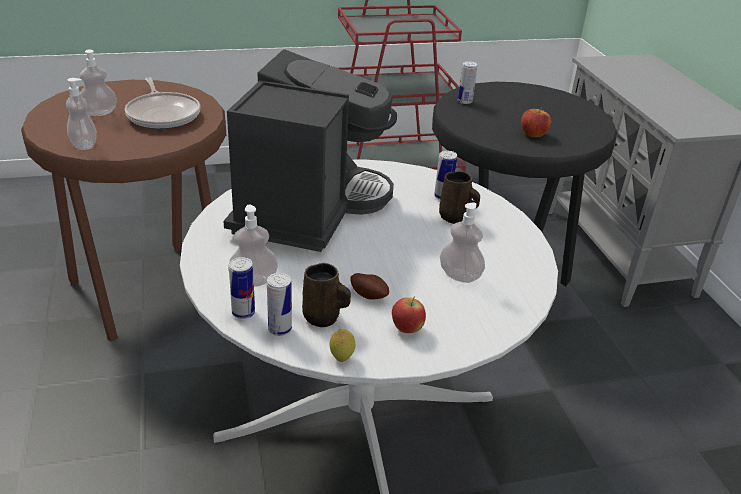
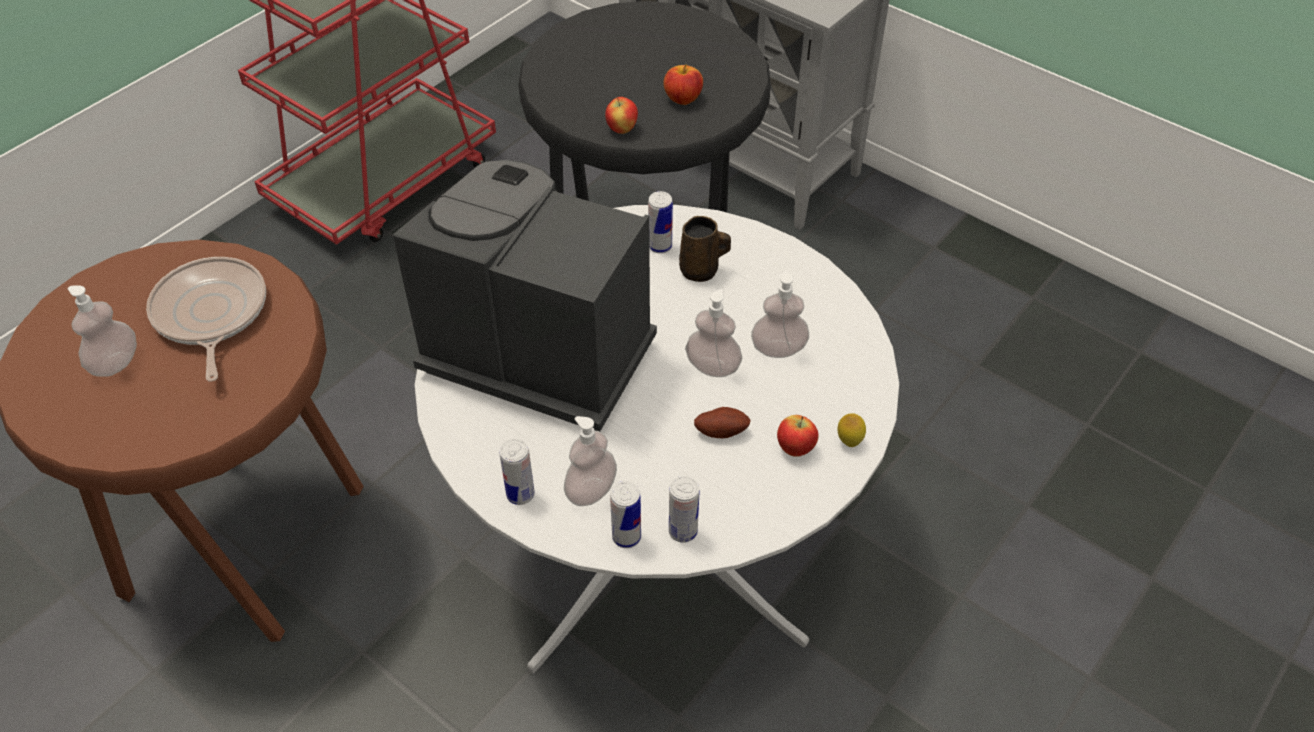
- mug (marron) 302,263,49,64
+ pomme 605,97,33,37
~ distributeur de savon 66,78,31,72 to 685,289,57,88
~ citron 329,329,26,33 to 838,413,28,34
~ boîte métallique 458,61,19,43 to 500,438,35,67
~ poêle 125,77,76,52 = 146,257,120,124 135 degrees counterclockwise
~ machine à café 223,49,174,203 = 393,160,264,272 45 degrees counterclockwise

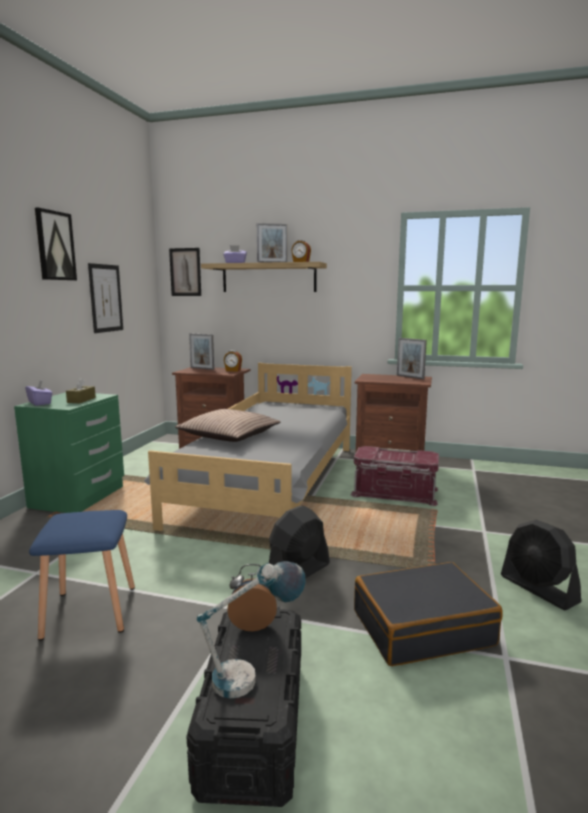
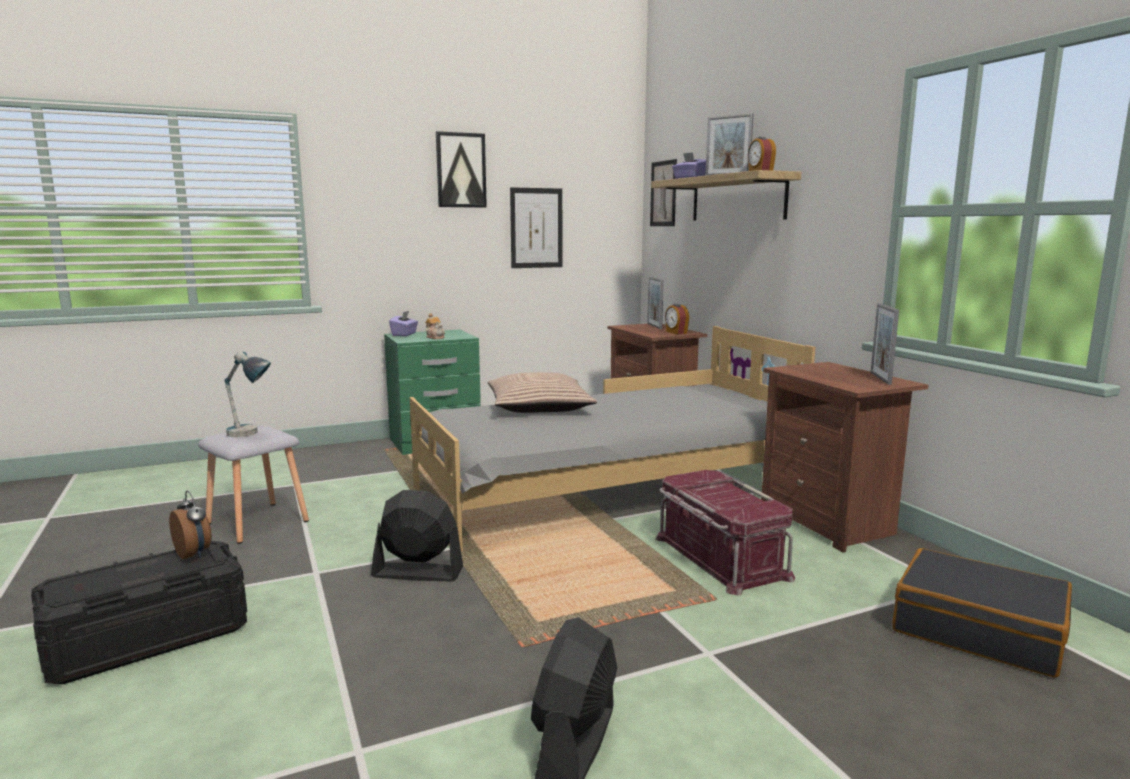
~ lampe de table 197,561,109,137 to 225,351,46,86
~ valise (noir) 354,562,149,104 to 892,548,180,130
~ boîte à mouchoirs (marron) 66,377,30,26 to théière 425,313,20,26
~ tabouret (bleu) 29,510,106,130 to tabouret (gris) 198,426,111,118

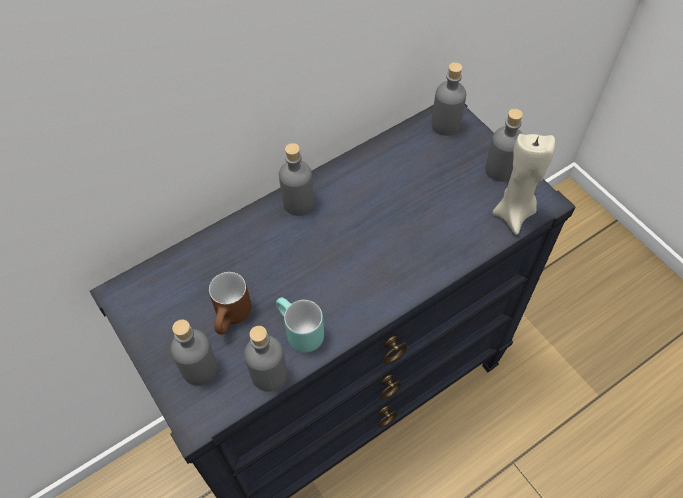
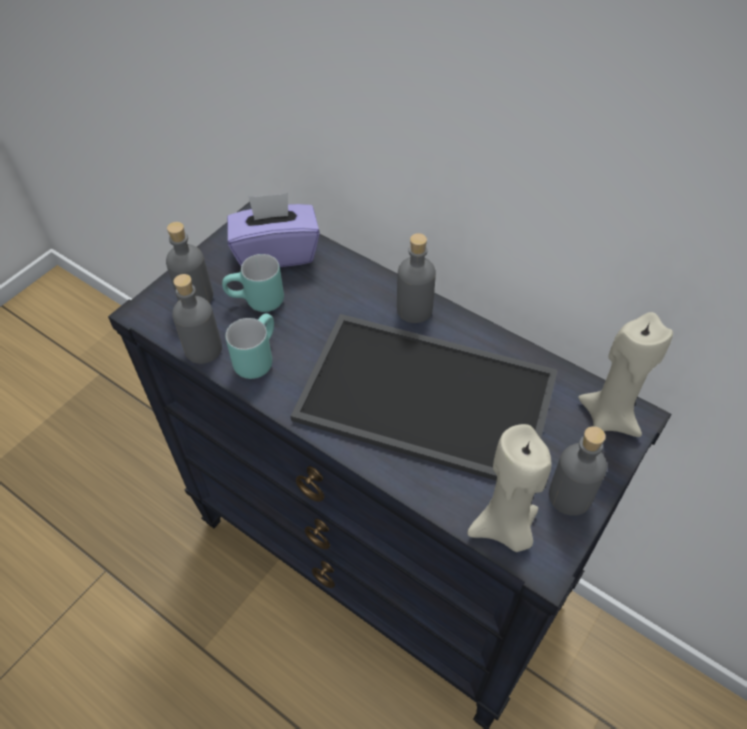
+ boîte à mouchoirs (violet) 227,193,93,74
+ plateau 290,314,268,167
~ bouteille (gris) 431,62,35,74 to bougie (beige) 578,312,95,125
~ mug (marron) 209,272,42,63 to mug (turquoise) 222,254,62,58

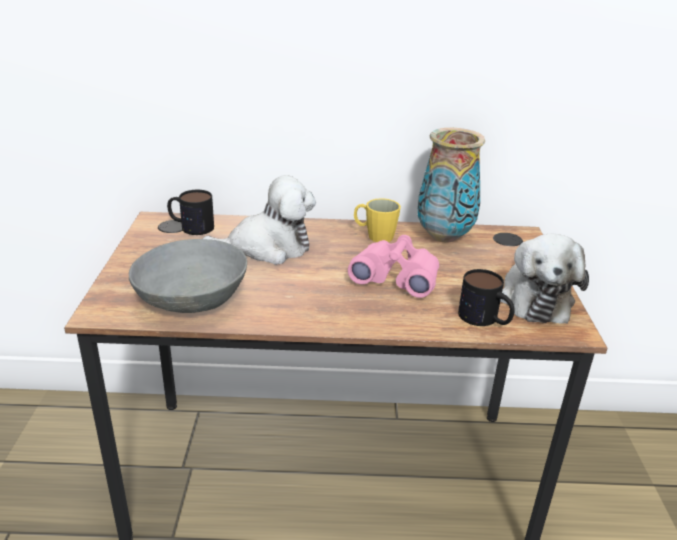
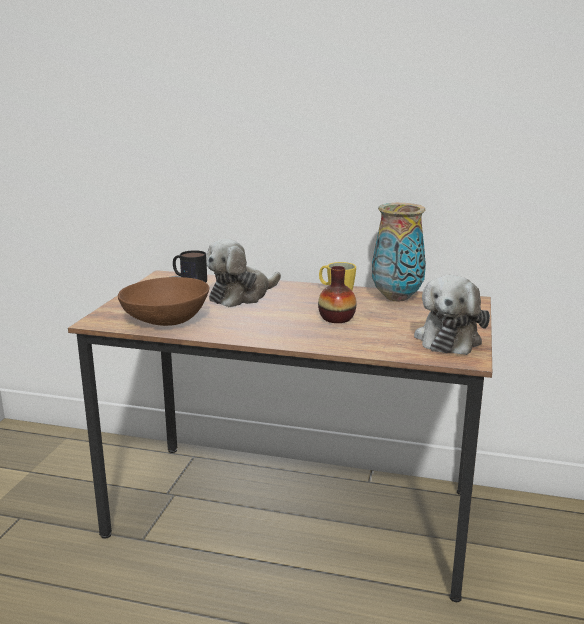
- mug 458,269,57,57
~ jumelles (rose) 348,235,91,63 to vase 318,266,39,57
~ bol (gris) 129,239,118,74 to bol (marron) 118,277,91,49
~ peluche 202,175,114,90 = 206,239,75,68 135 degrees clockwise

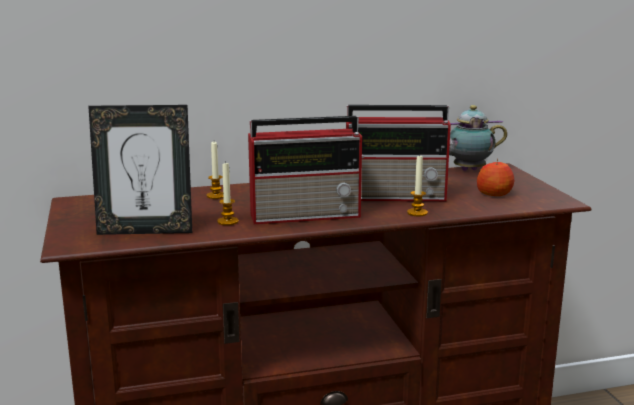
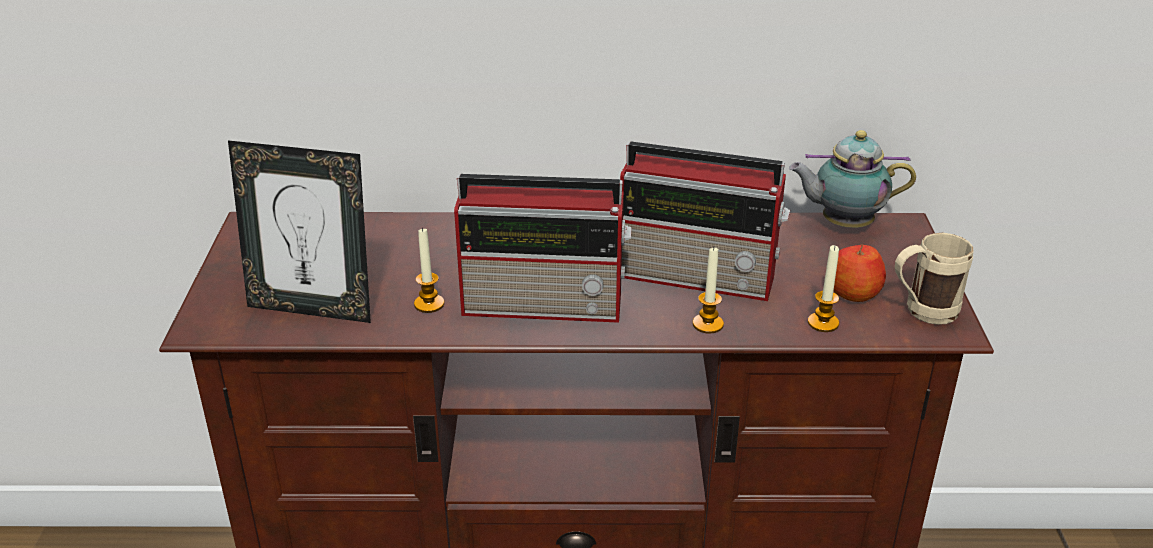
+ mug (beige) 895,233,78,92
~ bougie 207,142,16,57 to 808,245,31,87

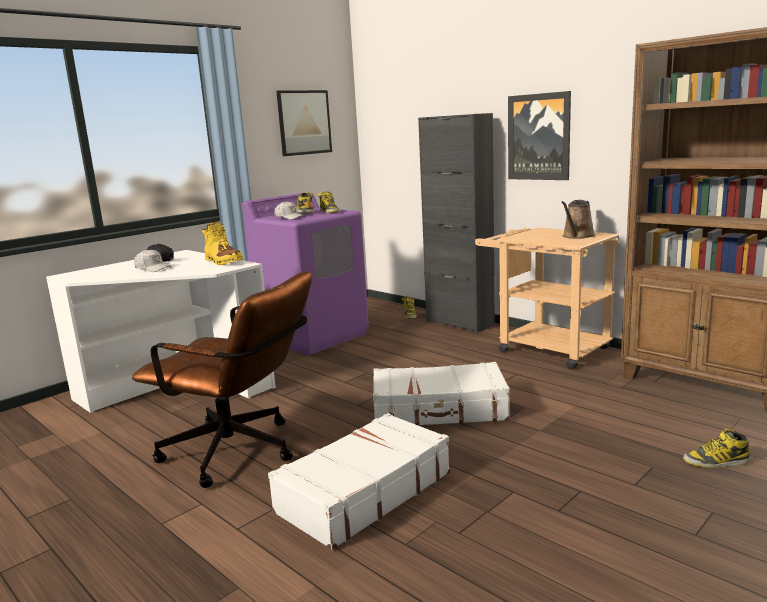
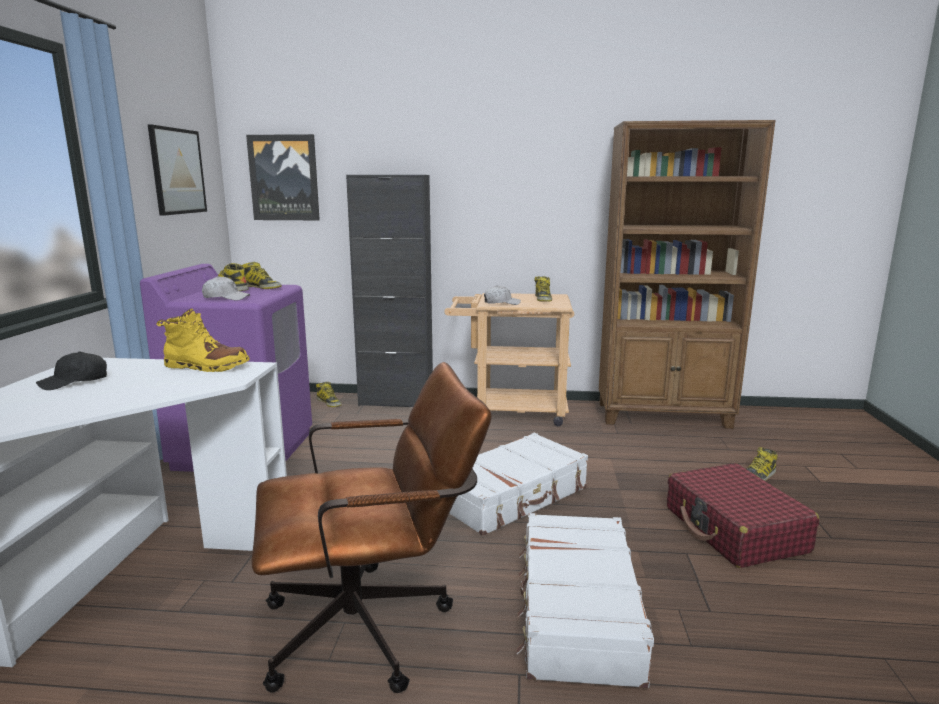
+ valise (rouge) 667,463,152,105
~ casquette (blanc) 134,249,37,23 to 484,285,37,20
~ tableau 508,91,63,89 to 246,134,74,86
~ arrosoir (marron) 561,200,34,39 to botte 534,276,18,26

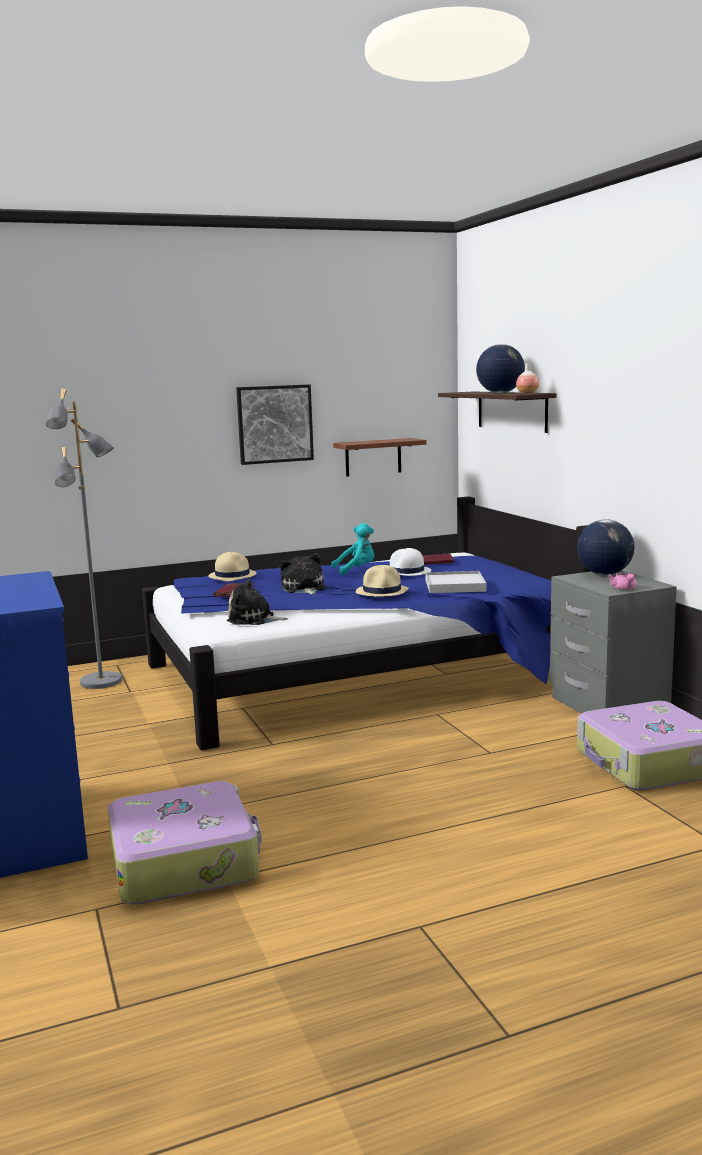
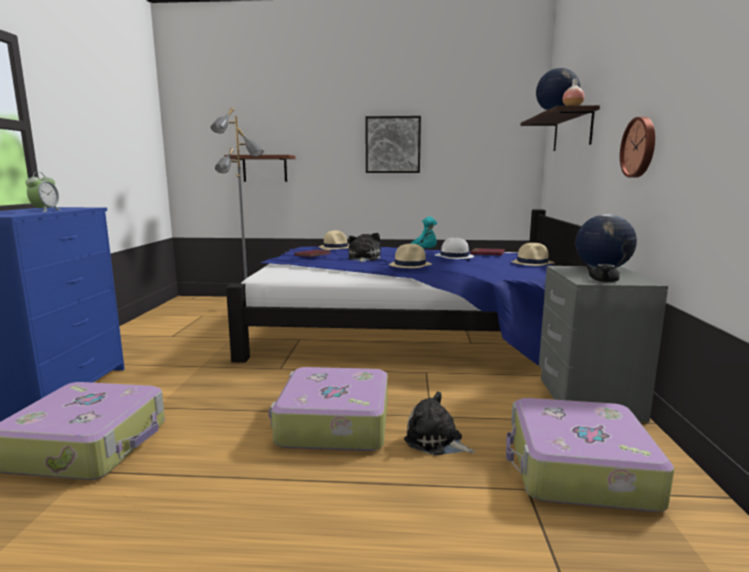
- plateau (blanc) 425,571,61,22
+ réveil 26,172,34,40
+ valise 268,367,120,84
+ chapeau (beige) 511,243,43,23
+ horloge murale 620,117,35,61
~ peluche 227,579,61,46 to 404,392,71,64
~ étagère 333,438,94,39 to 224,155,72,27
~ théière (rose) 608,572,29,18 to théière (noir) 586,264,33,18

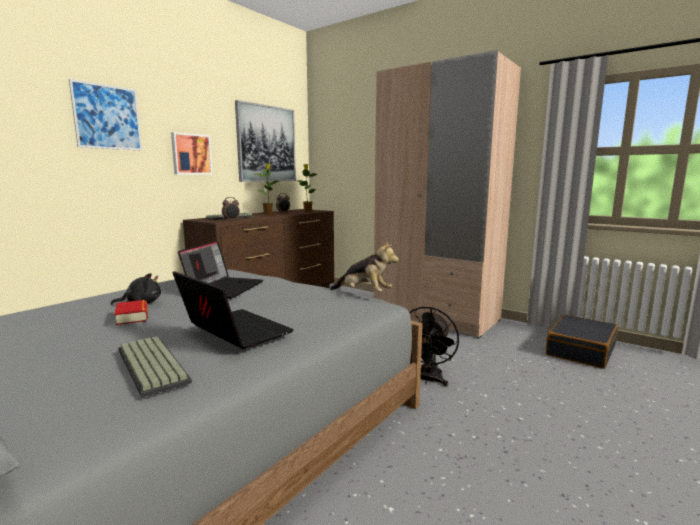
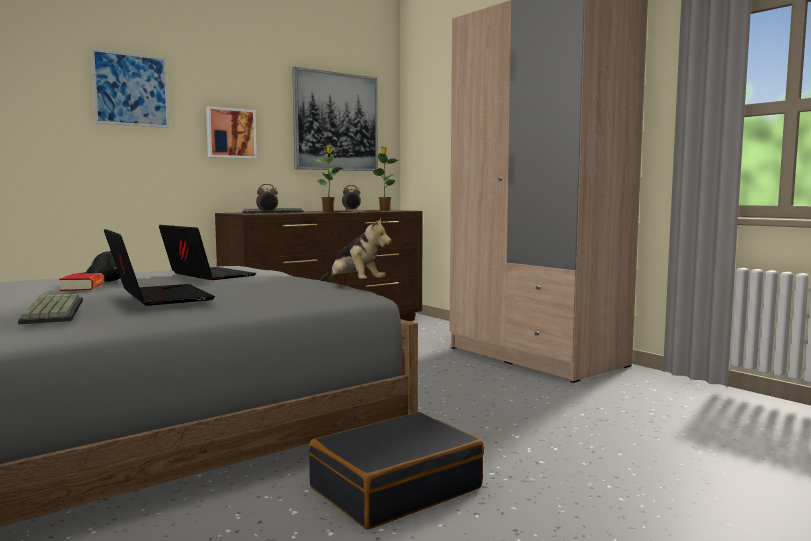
- ventilateur (noir) 409,307,50,80
~ valise (noir) 546,315,72,54 to 309,412,175,118
~ ordinateur portable 178,241,85,58 = 159,225,97,55 75 degrees counterclockwise

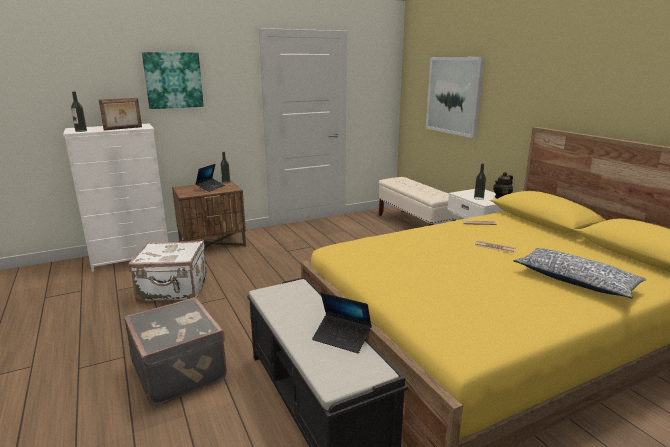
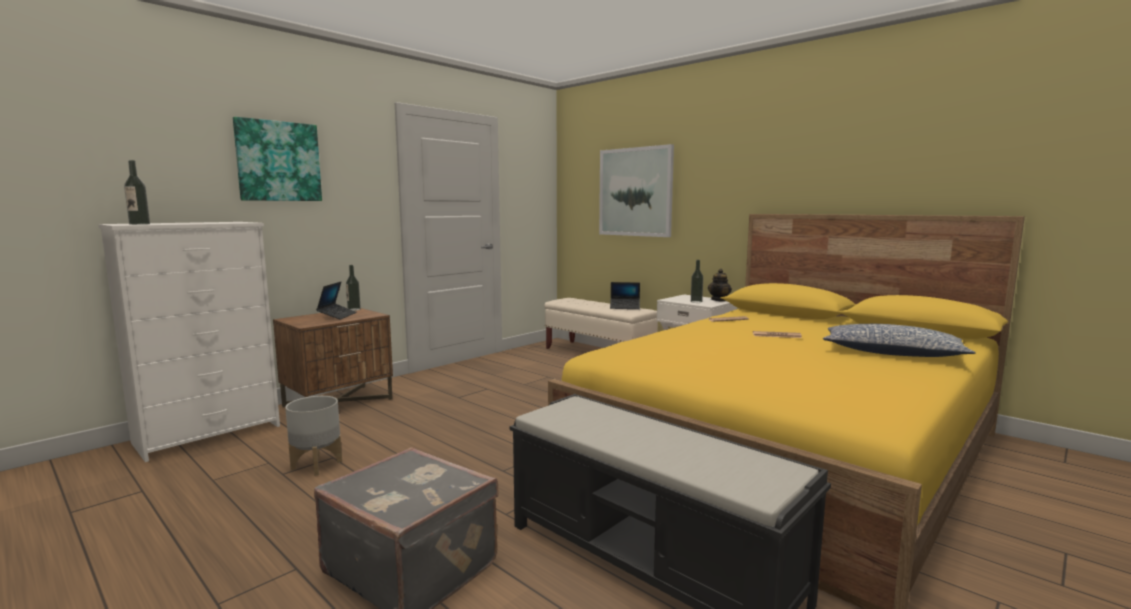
- cadre photo 99,98,43,33
~ ordinateur portable 312,292,60,61 to 610,282,30,27
~ valise (blanc) 128,241,79,60 to cache-pot (gris) 285,396,57,80

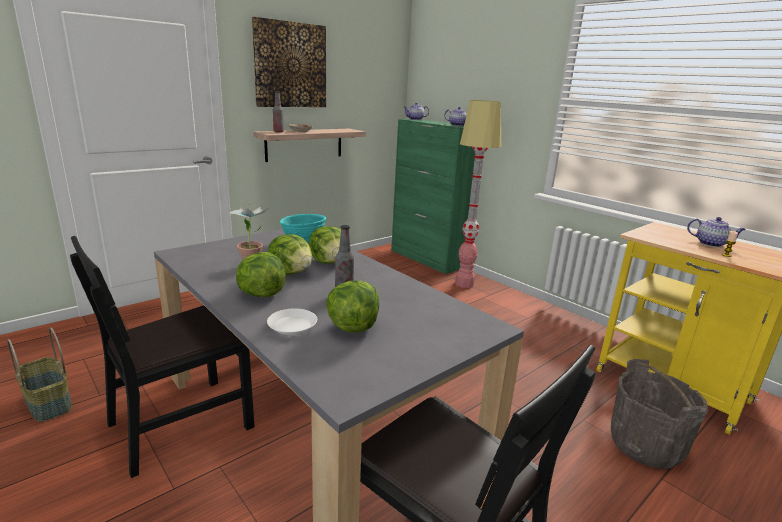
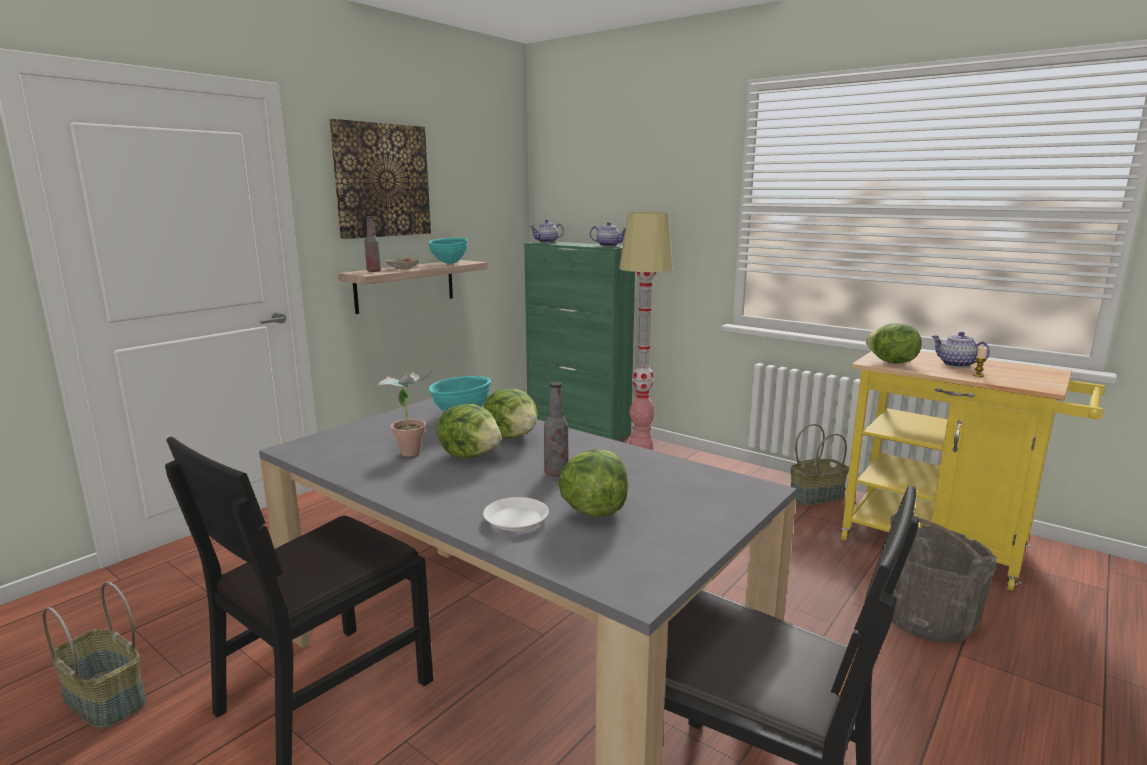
+ bol (turquoise) 428,238,40,26
+ panier 790,424,59,82
~ laitue 236,252,50,45 to 866,323,56,40
~ théière 687,217,59,30 = 932,332,58,35 150 degrees counterclockwise

